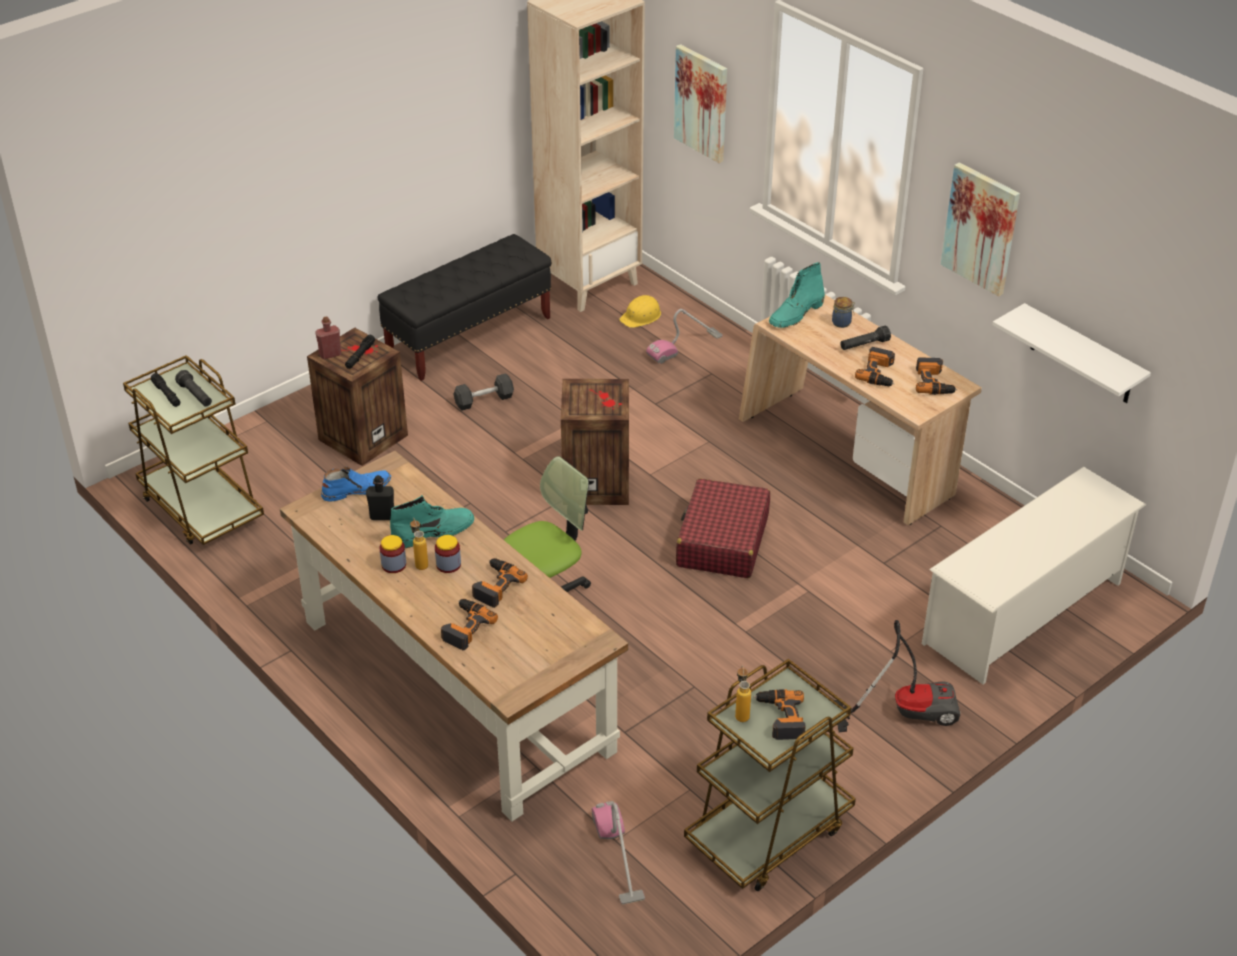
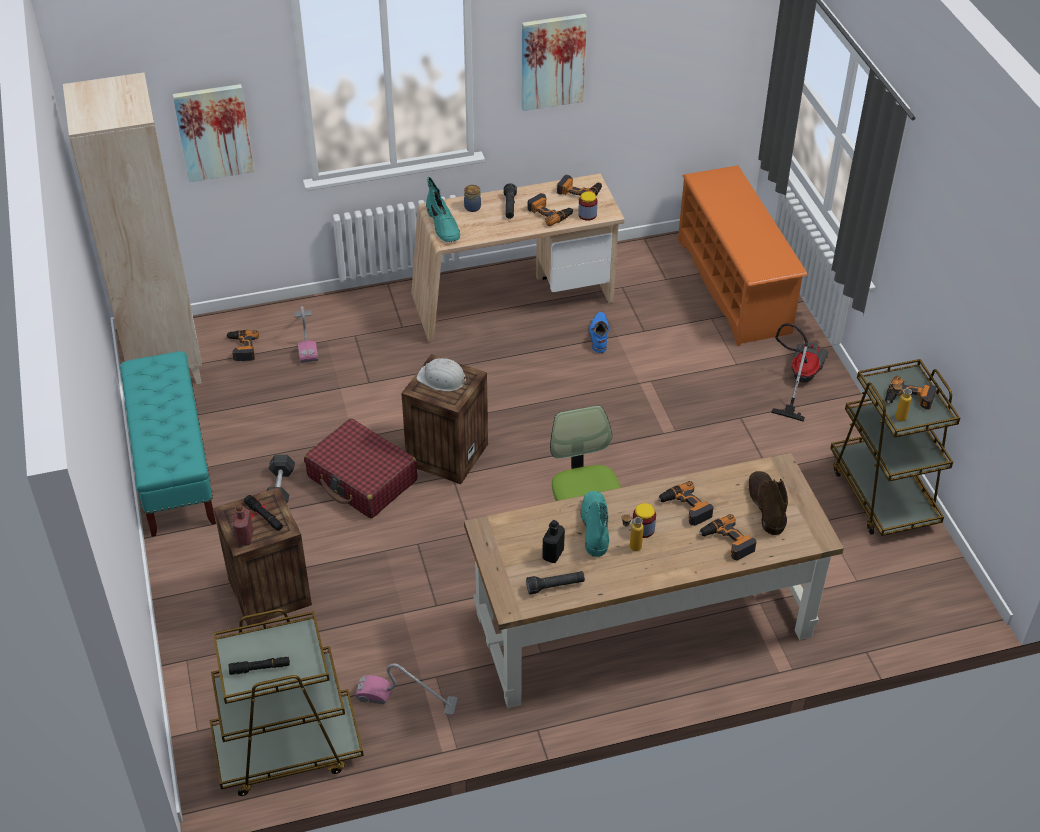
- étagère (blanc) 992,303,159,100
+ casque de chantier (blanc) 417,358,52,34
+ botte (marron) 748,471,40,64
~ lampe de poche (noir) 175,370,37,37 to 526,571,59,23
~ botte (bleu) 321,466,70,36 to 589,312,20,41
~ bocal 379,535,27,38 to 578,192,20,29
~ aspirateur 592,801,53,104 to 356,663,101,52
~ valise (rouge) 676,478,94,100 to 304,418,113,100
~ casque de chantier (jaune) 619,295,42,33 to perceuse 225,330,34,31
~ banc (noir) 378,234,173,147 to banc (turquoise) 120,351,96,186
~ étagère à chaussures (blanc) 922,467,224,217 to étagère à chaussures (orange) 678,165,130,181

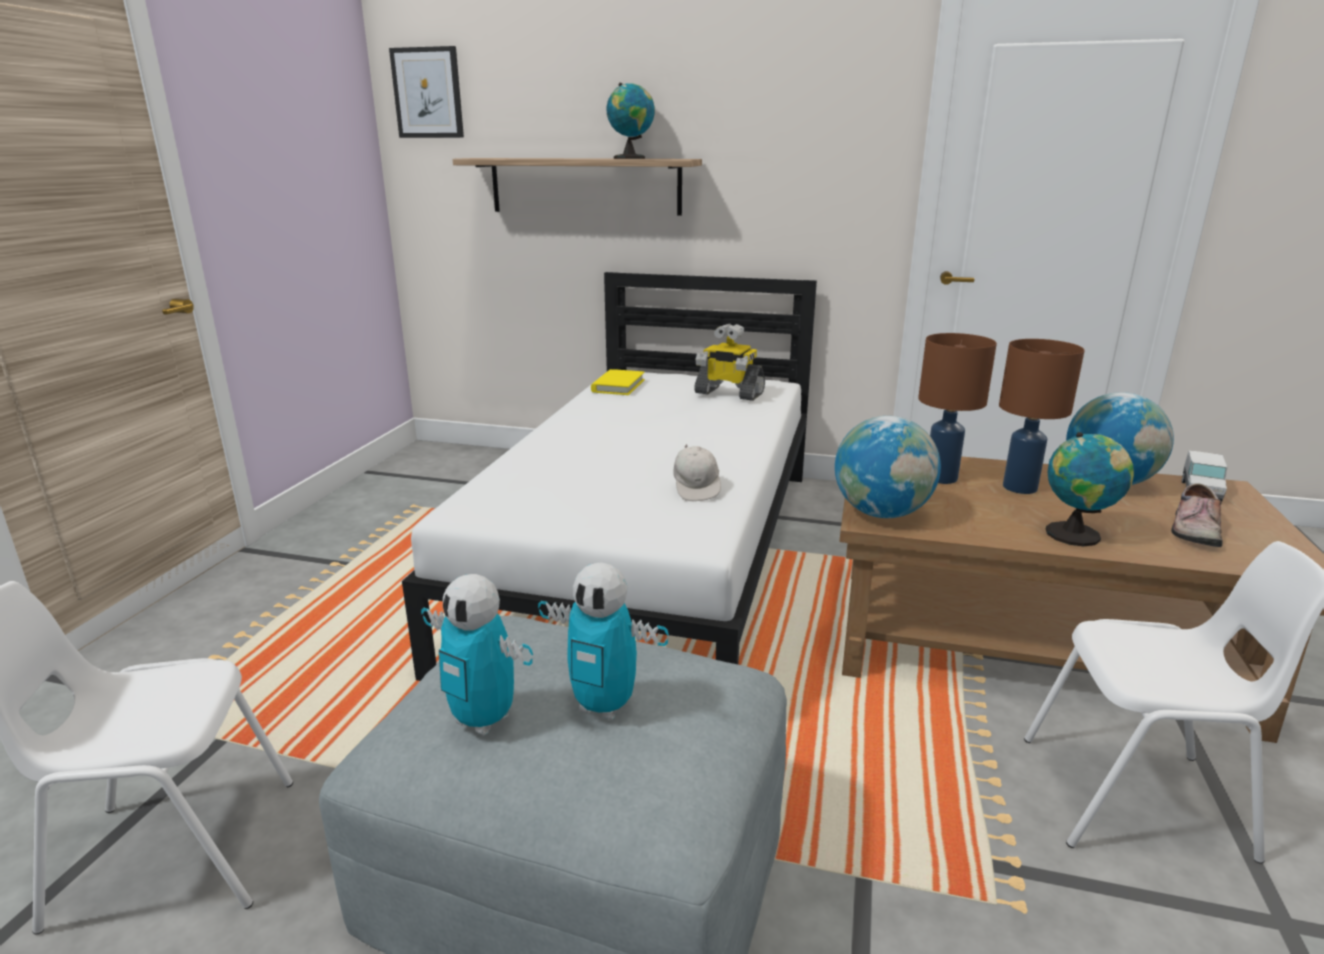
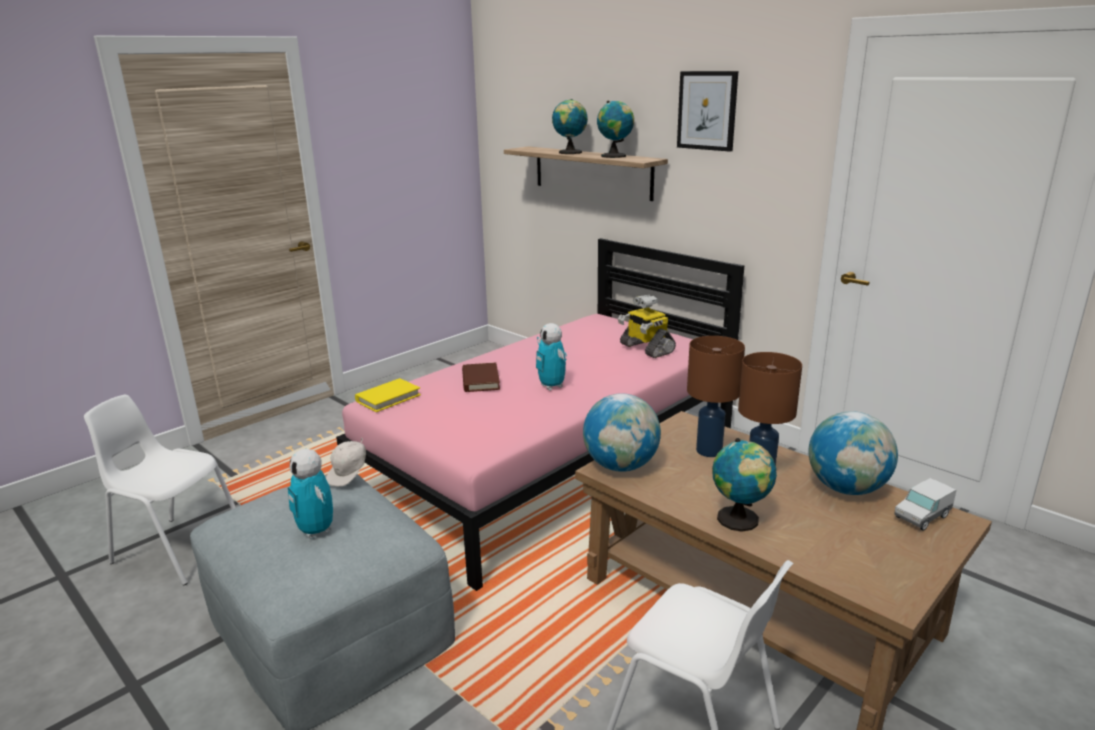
- chaussure 1171,483,52,64
+ livre (marron) 462,362,38,30
+ globe 552,99,36,55
~ tableau 389,46,75,92 to 677,71,61,81
~ robot jouet 421,574,112,161 to 536,323,31,67
~ livre (jaune) 591,369,54,26 to 355,378,66,34
~ casquette (blanc) 673,444,48,57 to 326,437,40,50
~ lit (blanc) 402,272,415,409 to lit (rose) 336,238,408,353

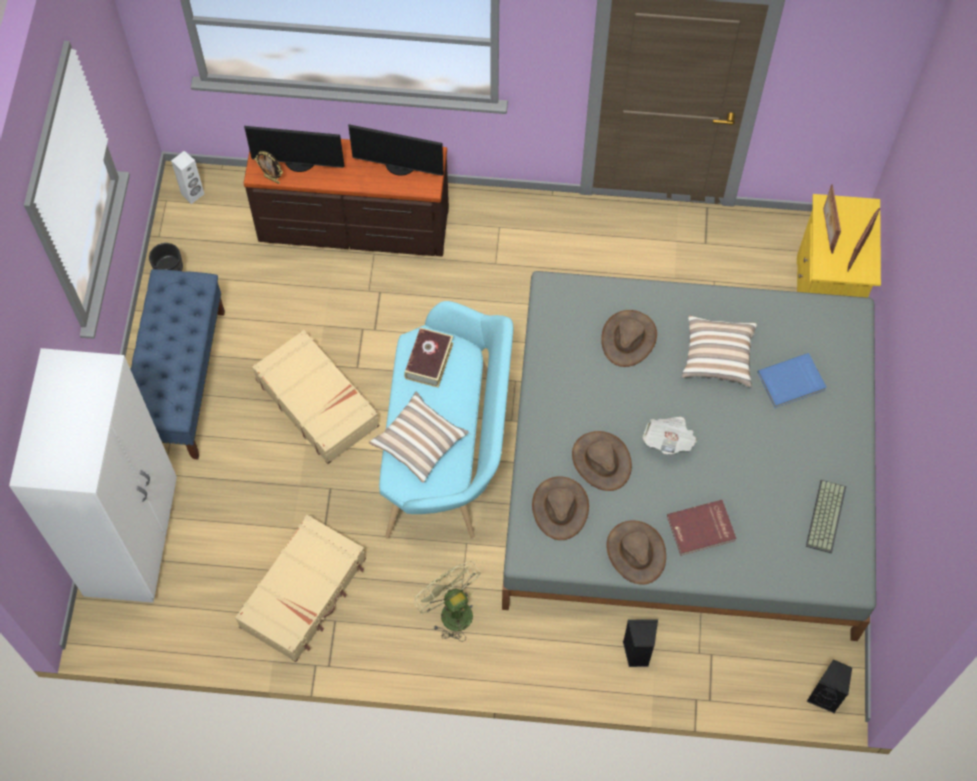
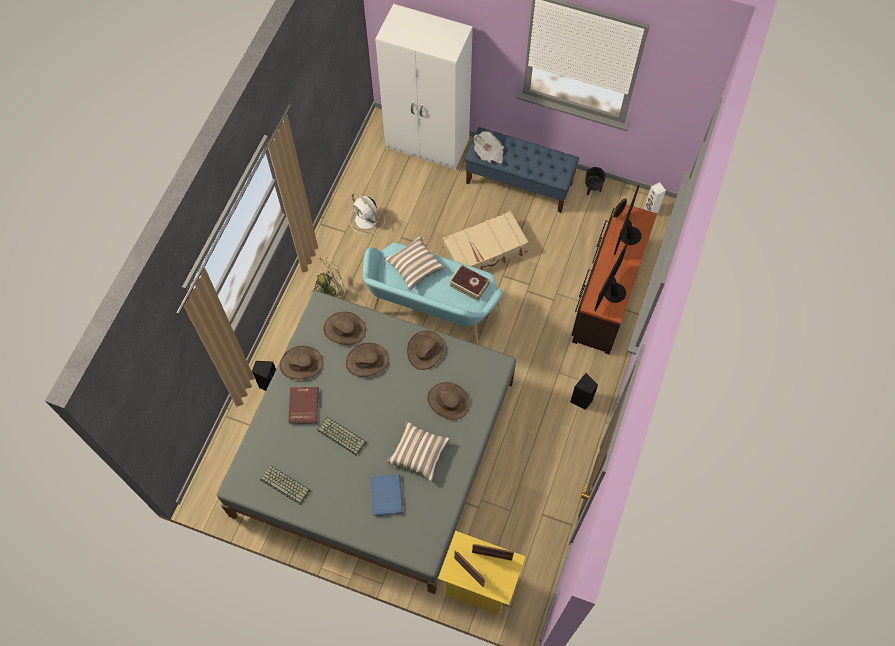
+ clavier 317,417,49,39
+ chapeau (marron) 407,331,37,39
~ journal 642,417,55,37 to 474,131,30,33
~ enceinte (noir) 807,659,45,54 to 570,373,28,37
~ valise (beige) 235,514,131,148 to ventilateur (blanc) 349,193,36,42

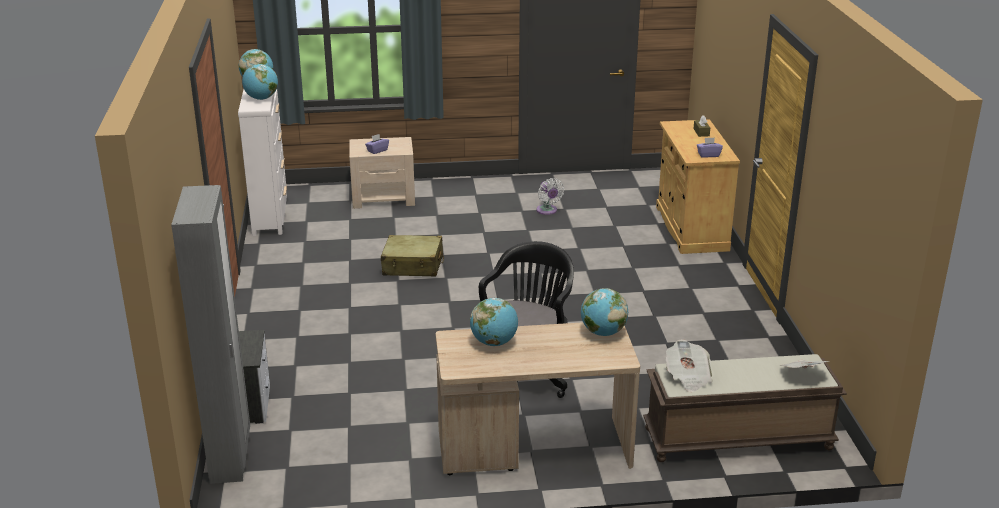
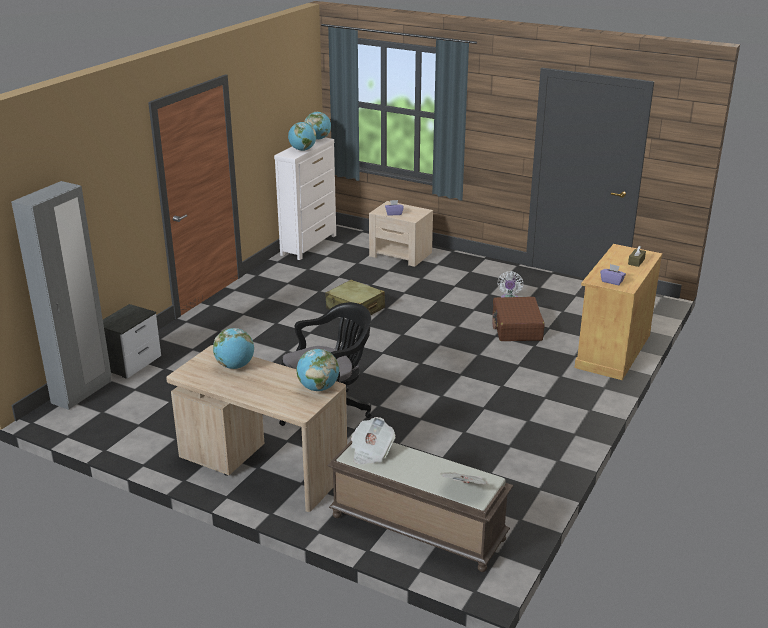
+ valise (marron) 493,297,52,44

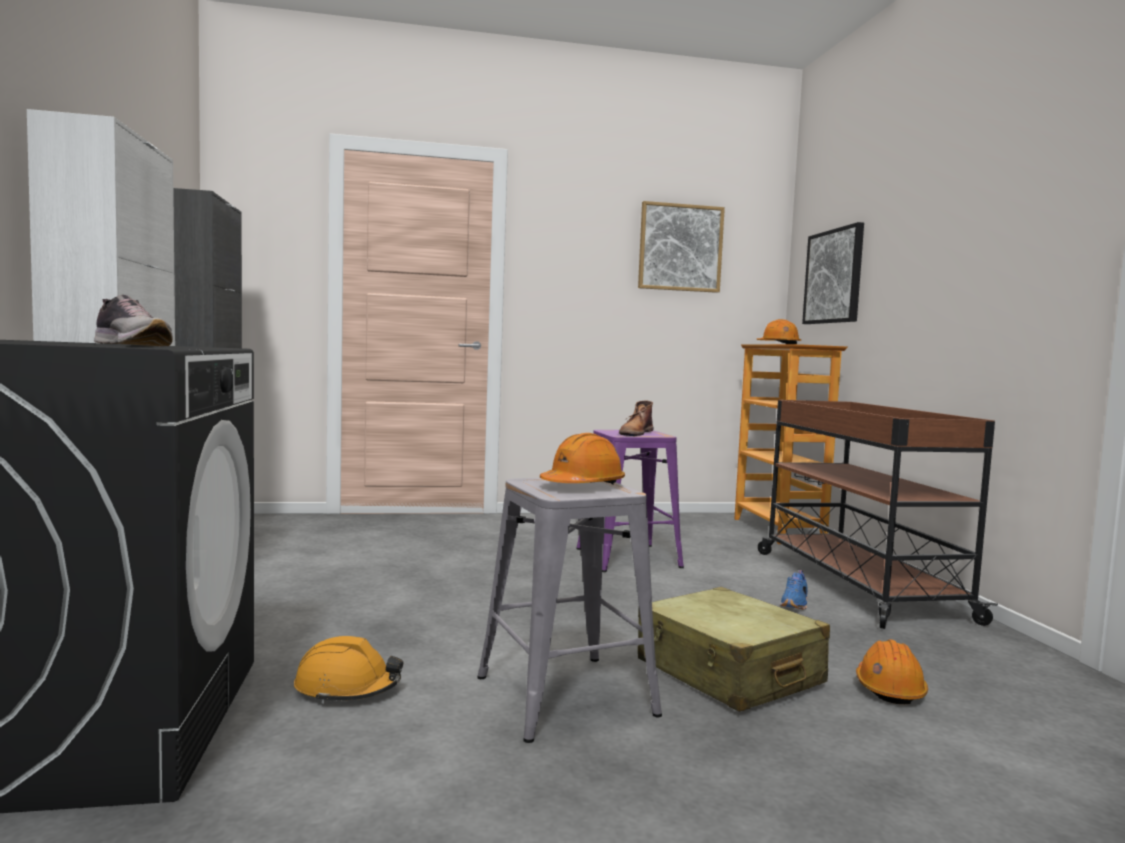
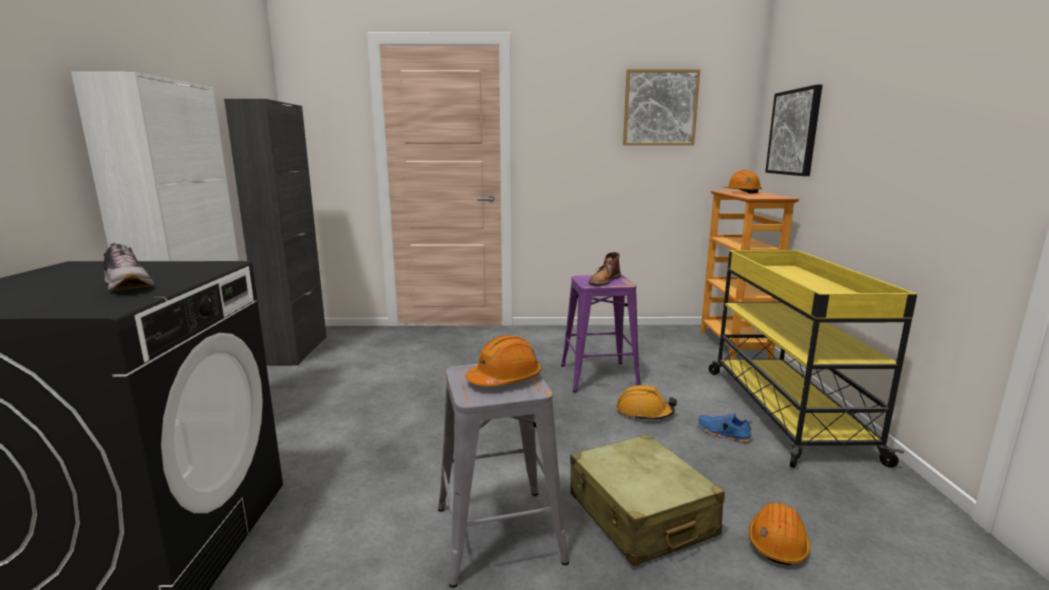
~ casque de chantier (orange) 294,636,109,68 to 616,385,61,36
~ chariot (marron) 758,400,240,229 to chariot (jaune) 709,250,208,218
~ chaussure (bleu) 780,570,28,40 = 698,413,55,30 90 degrees clockwise

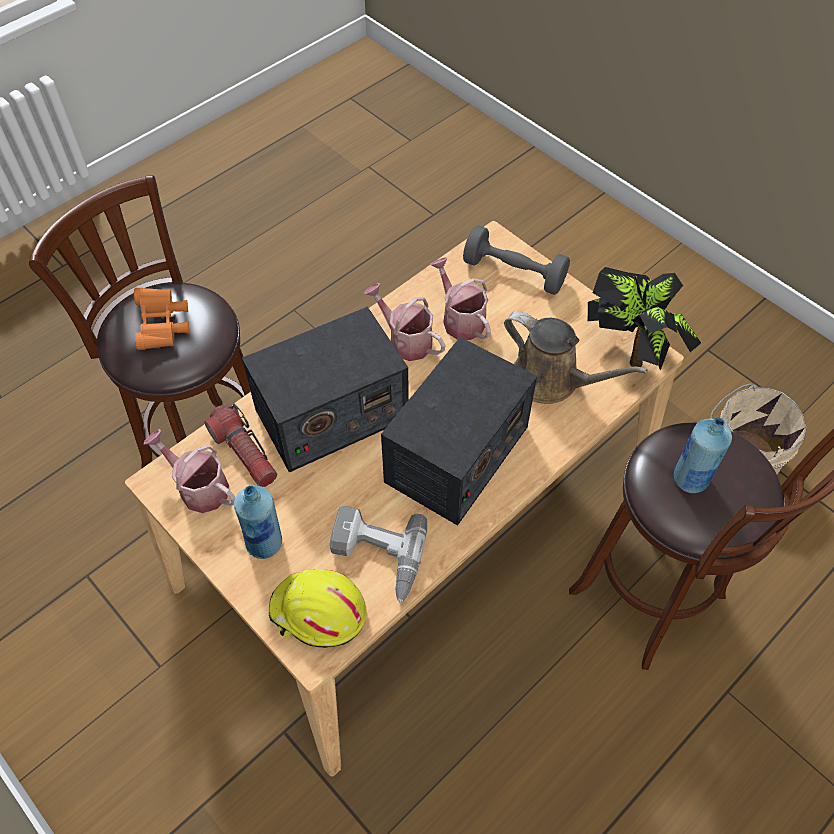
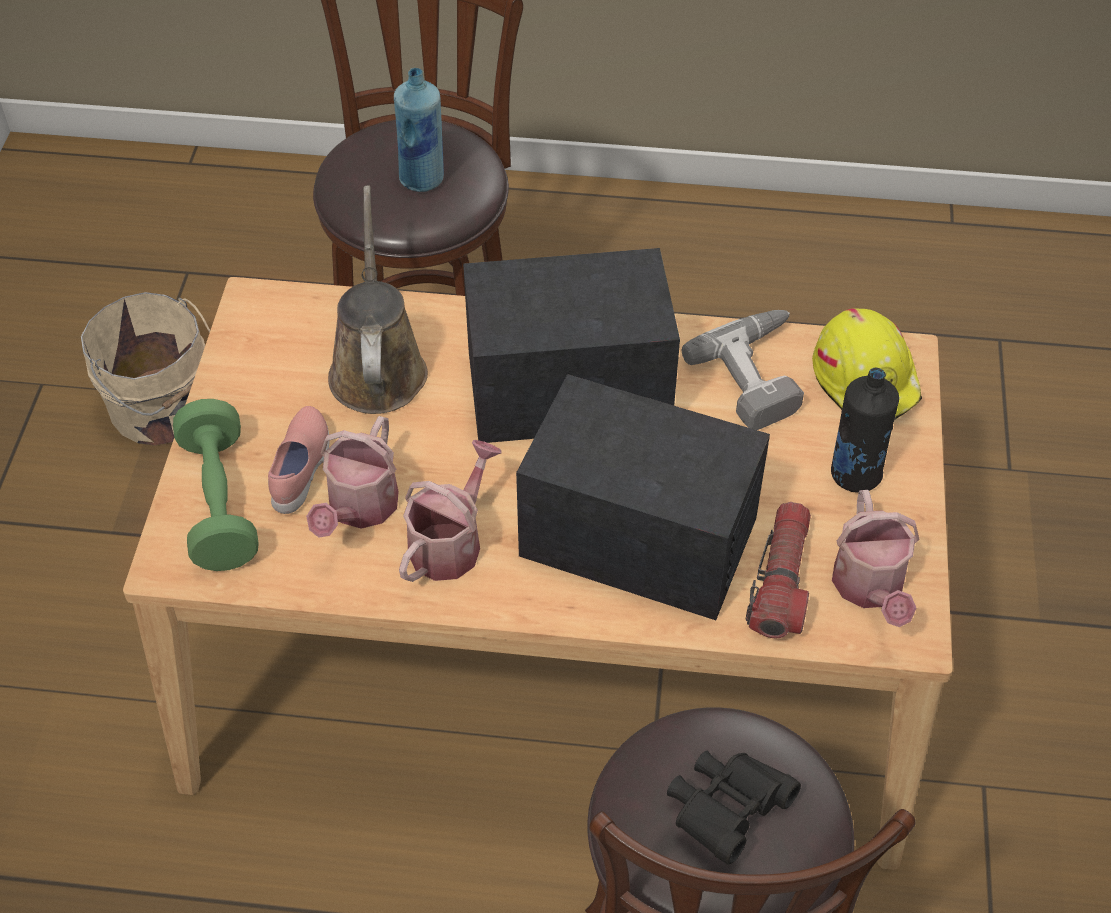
- plante en pot 588,267,113,104
+ chaussure (rose) 268,406,61,108
~ jumelles (orange) 134,288,55,62 to jumelles (noir) 667,751,134,113
~ bouteille (bleu) 234,485,48,74 to bouteille (noir) 831,368,68,125
~ haltère (gris) 463,225,107,70 to haltère (vert) 173,399,86,172
~ arrosoir 364,283,82,78 = 399,440,102,142 150 degrees counterclockwise

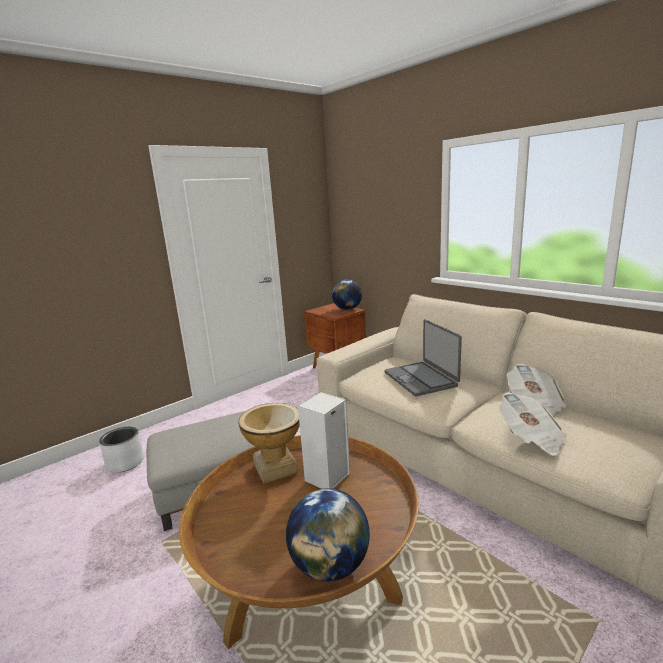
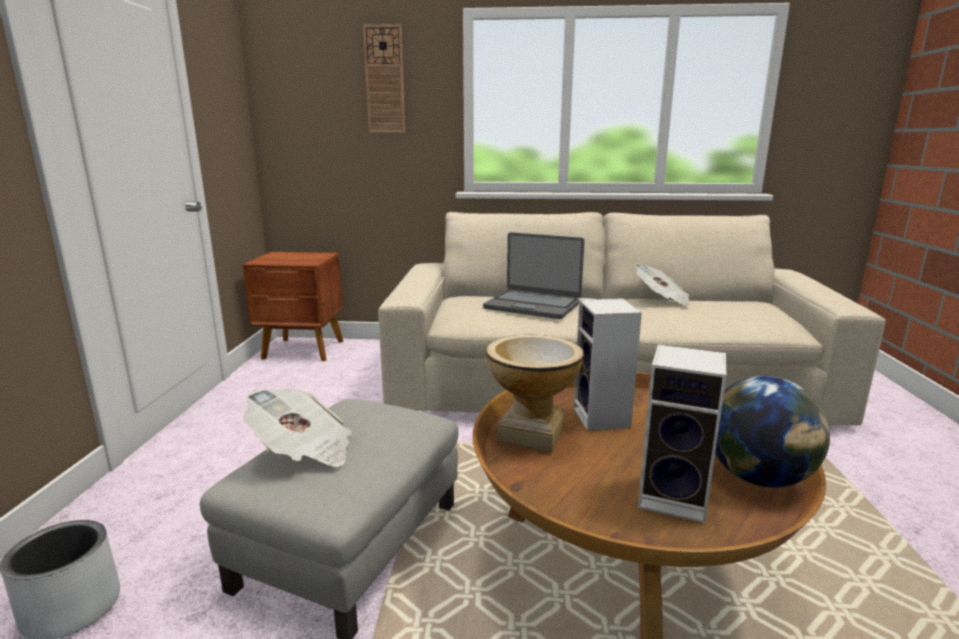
- globe 332,279,30,31
+ horloge murale 363,24,42,109
+ enceinte 638,344,88,179
~ journal 499,392,68,64 to 242,389,110,78

